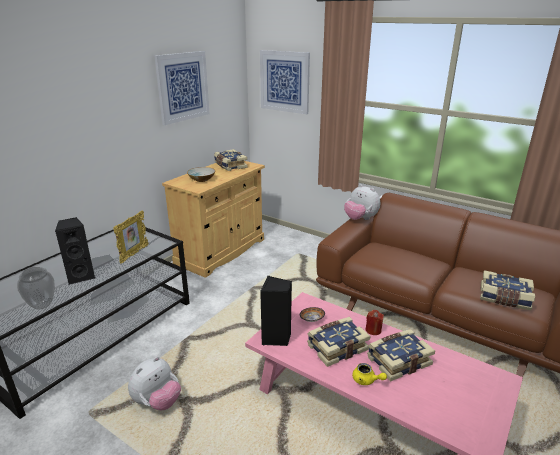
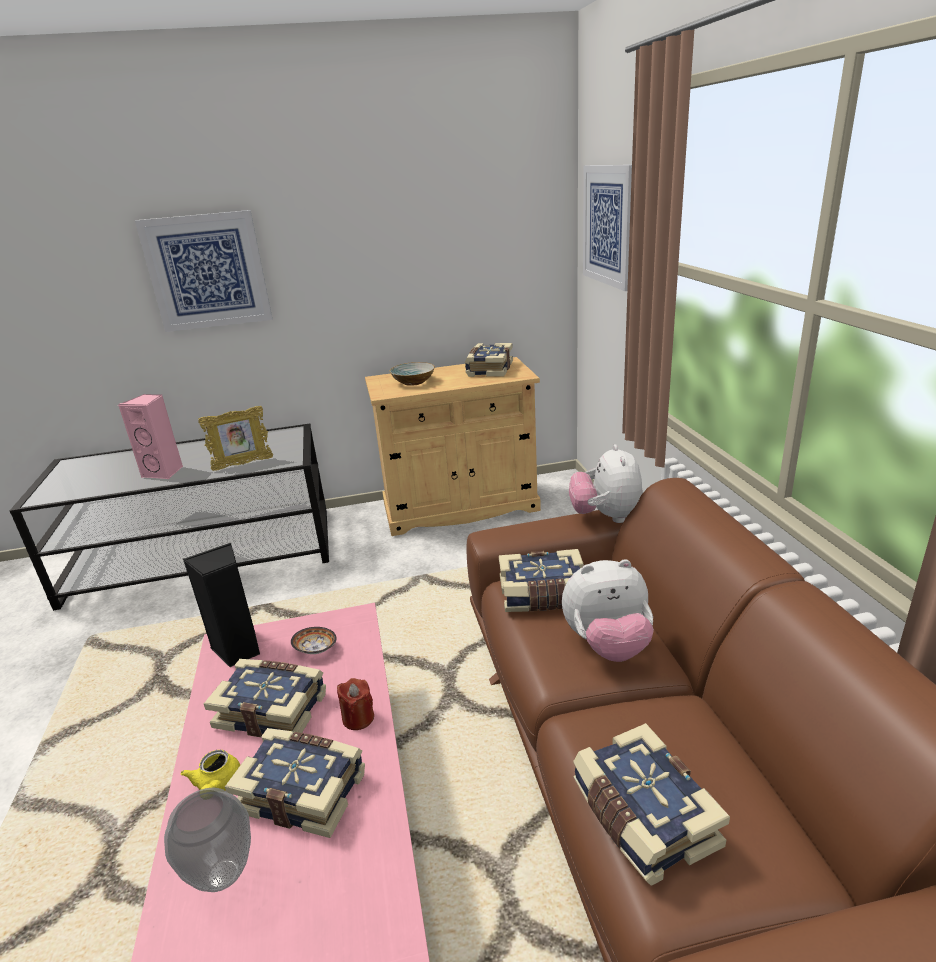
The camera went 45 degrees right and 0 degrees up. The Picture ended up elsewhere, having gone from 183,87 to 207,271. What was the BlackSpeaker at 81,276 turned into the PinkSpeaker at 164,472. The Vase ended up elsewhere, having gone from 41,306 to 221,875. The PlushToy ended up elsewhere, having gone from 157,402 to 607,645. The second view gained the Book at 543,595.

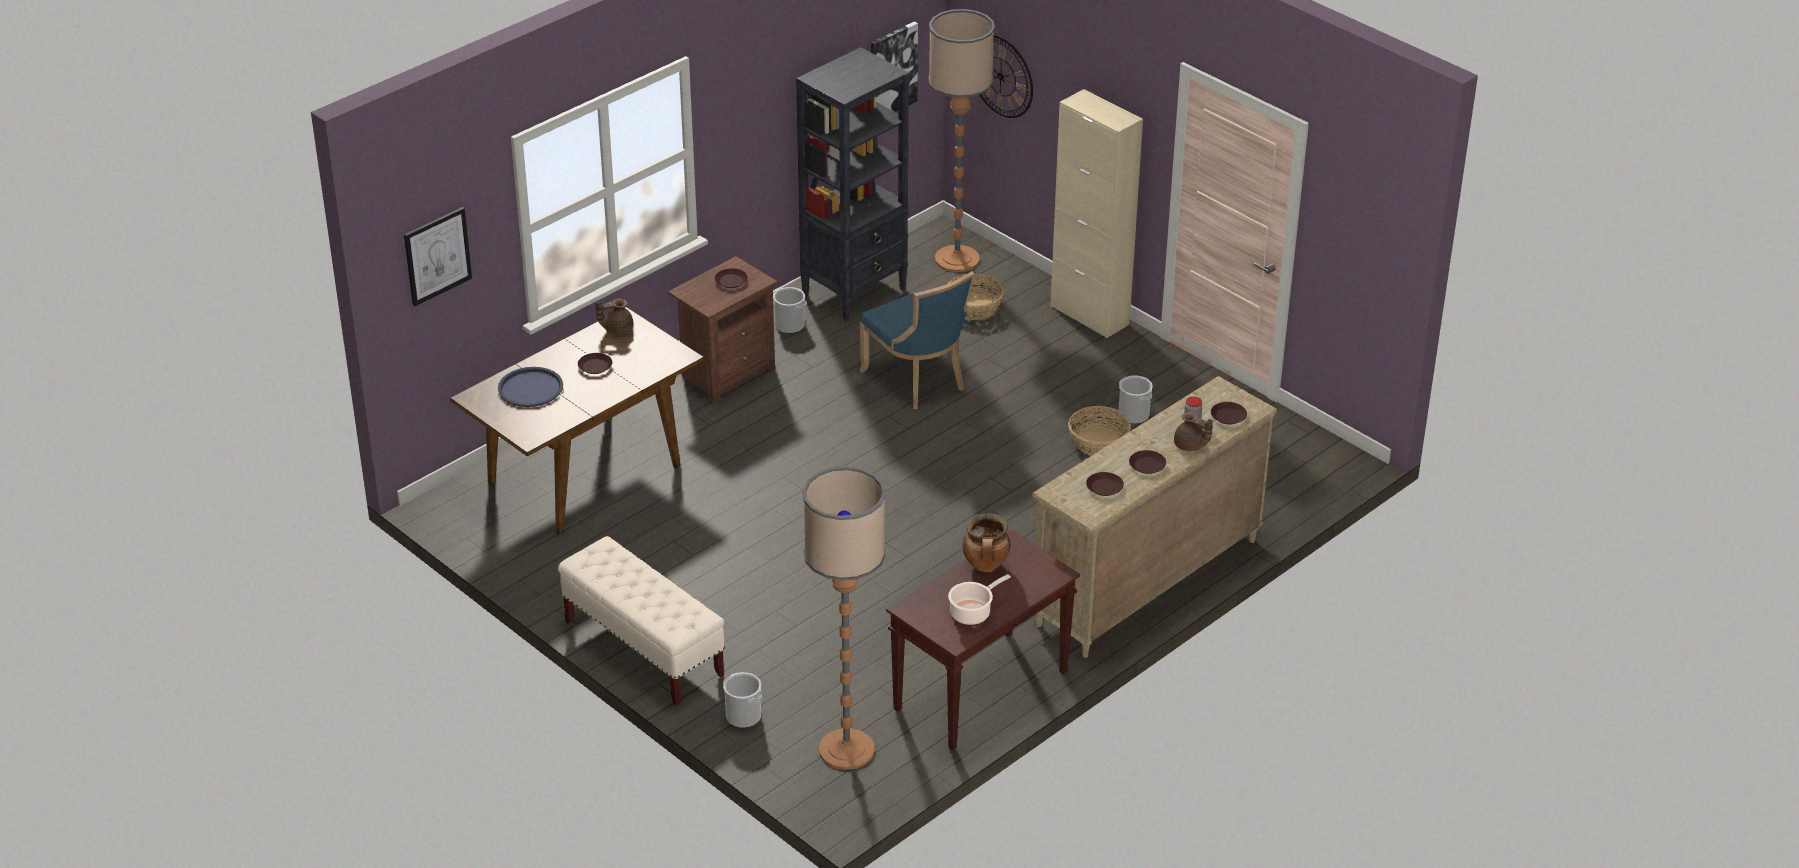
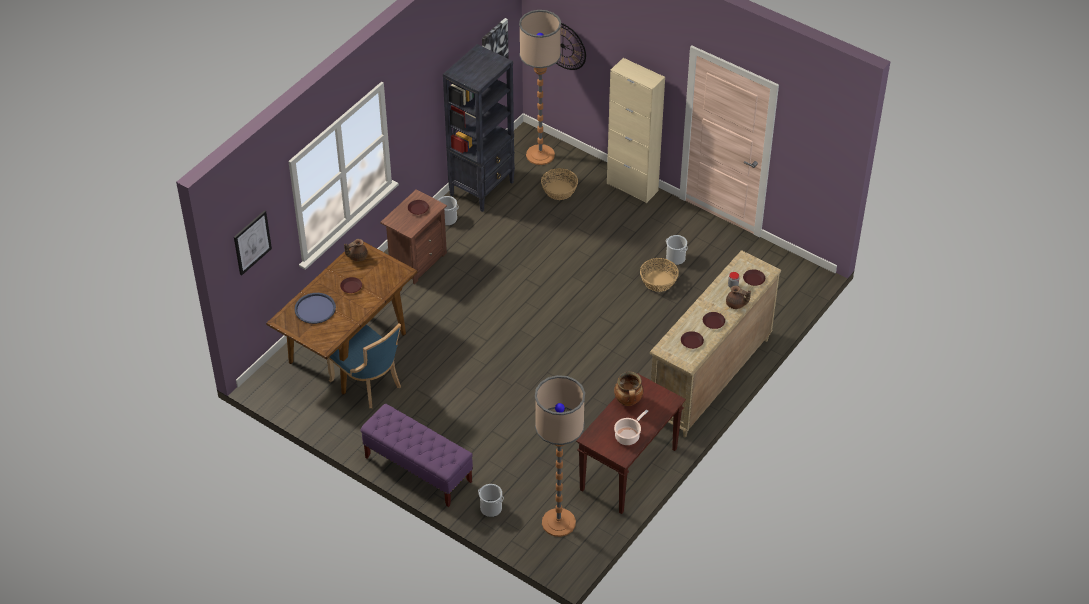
The camera went 10 degrees left and 10 degrees up. The BlueChair ended up elsewhere, having gone from 917,381 to 369,384. What was the BeigeBench at 643,649 turned into the PurpleBench at 418,469.

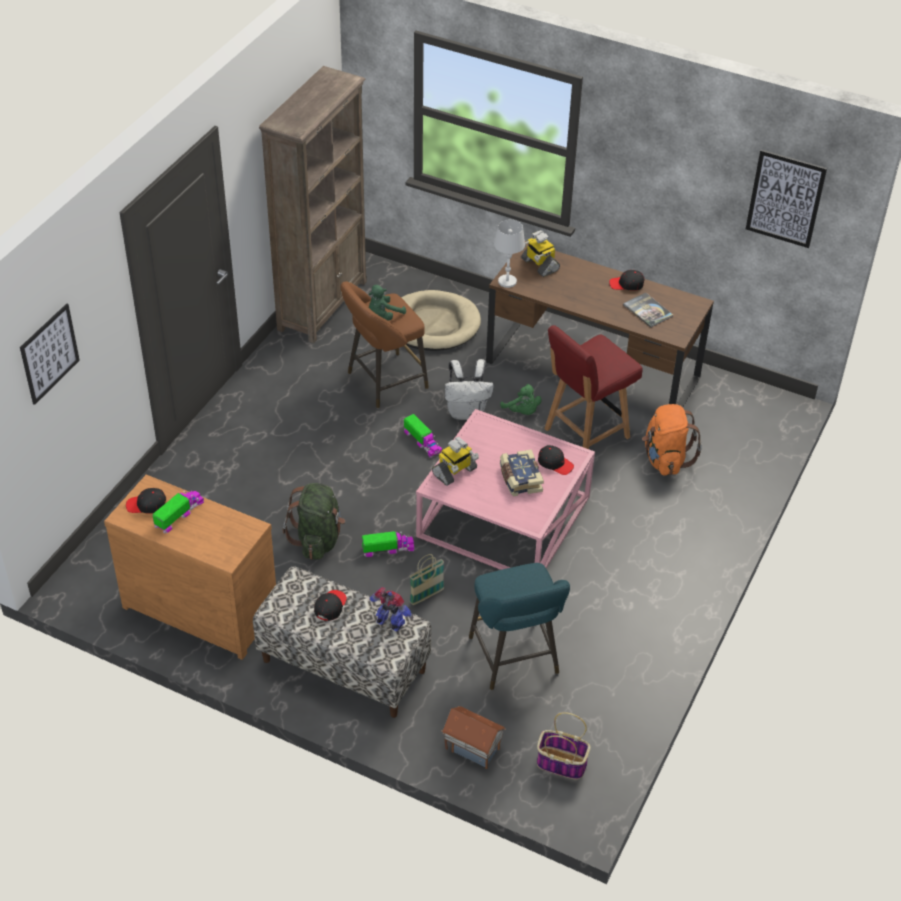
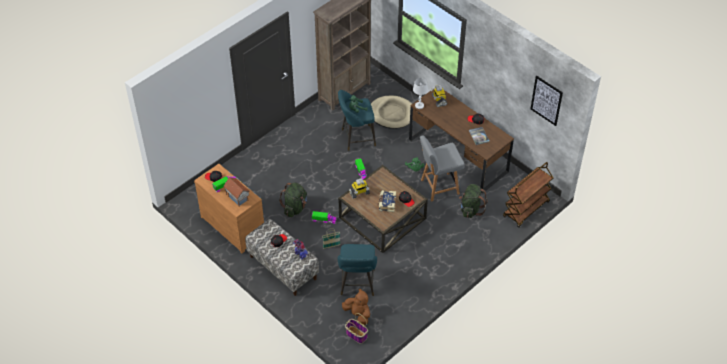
The camera went 20 degrees right and 5 degrees up. What was the BrownStool at 383,382 turned into the TurquoiseStool at 356,138. The second view lost the Picture at 49,353. What was the RedChair at 585,434 turned into the GreyChair at 439,187. The second view lost the WhiteBackpack at 467,412. What was the OrangeBackpack at 665,459 turned into the GreenBackpack at 471,209. What was the PinkCoffeeTable at 503,516 turned into the BrownCoffeeTable at 382,217. The ToyHouse ended up elsewhere, having gone from 473,747 to 238,197. The second view gained the BrownCart at 526,210. The second view gained the BrownPlushToy at 358,314.

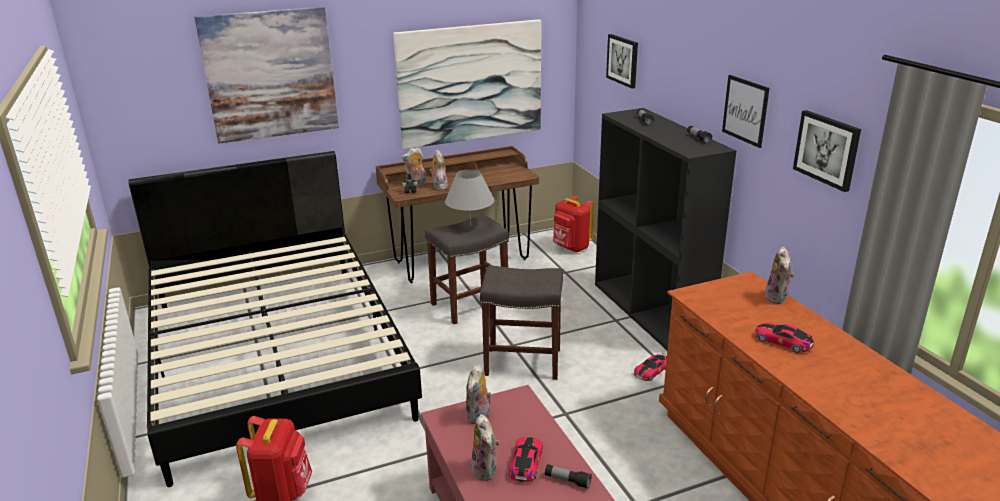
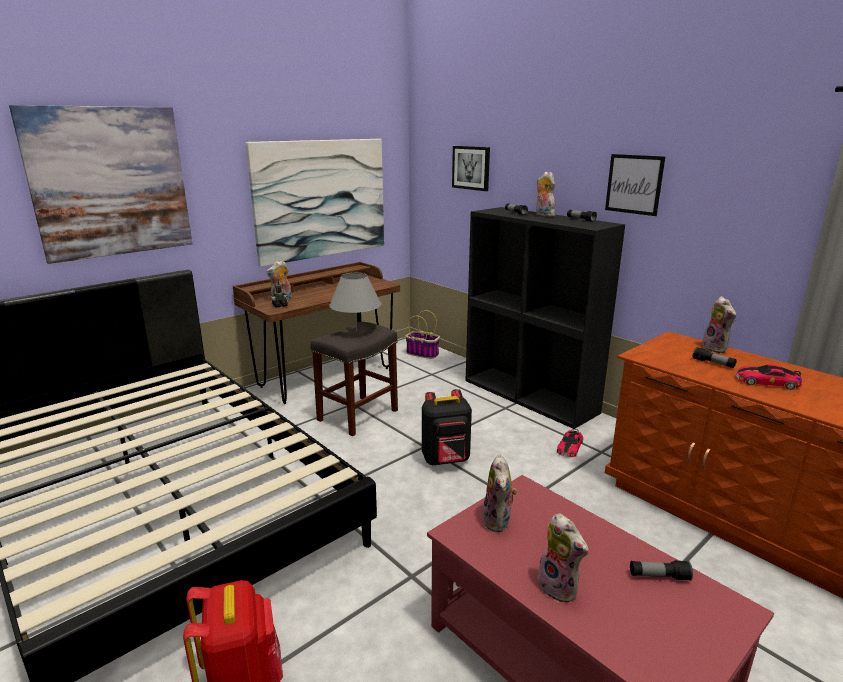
The camera went 20 degrees left and 5 degrees down. The second view lost the Picture at 827,149. The PlushToy ended up elsewhere, having gone from 439,186 to 543,215. Where the RedBackpack stood at 571,248, the Basket came to stand at 423,353. Where the GreyStool stood at 524,361, the BlackBackpack came to stand at 446,460. The second view lost the ToyCar at 526,463. The second view gained the Flashlight at 713,363.

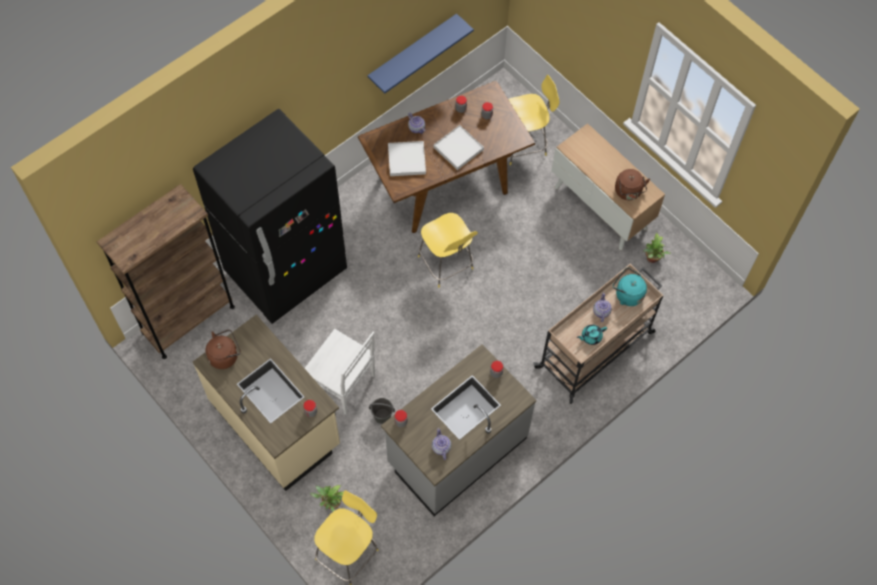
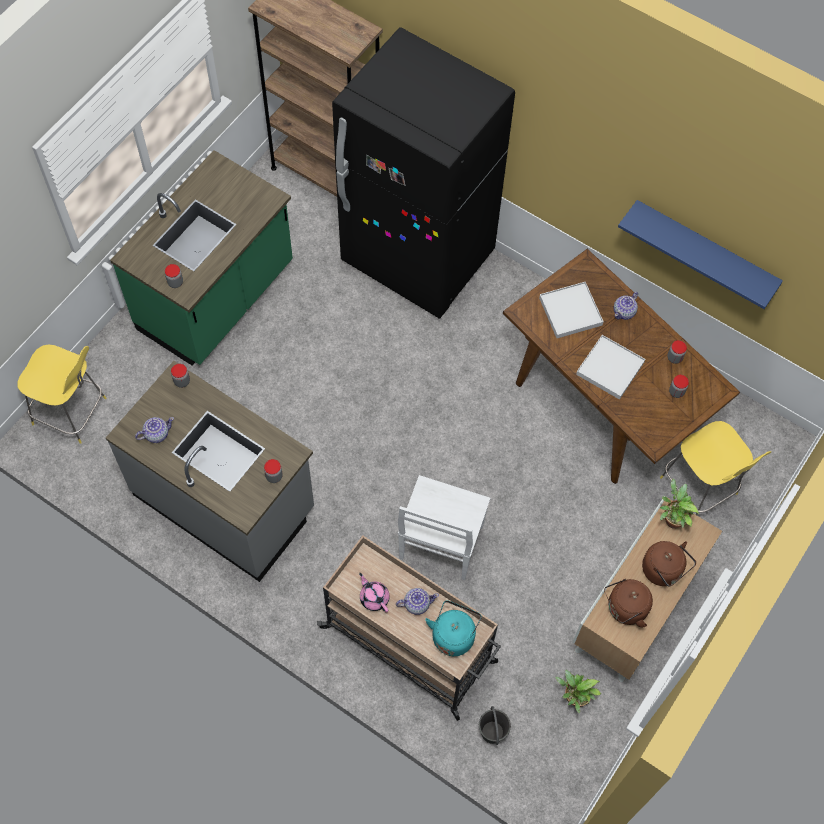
The camera went 75 degrees right and 0 degrees up. The second view lost the YellowStool at 446,264. What was the BeigeCounter at 276,423 turned into the GreenCounter at 217,298. What was the TurquoiseTeapot at 591,337 turned into the PinkTeapot at 374,597. The WhiteChair ended up elsewhere, having gone from 343,384 to 440,544. The BrownKettle ended up elsewhere, having gone from 225,355 to 664,571. The GreyBucket ended up elsewhere, having gone from 382,416 to 492,731. The PottedPlant ended up elsewhere, having gone from 330,504 to 672,518.

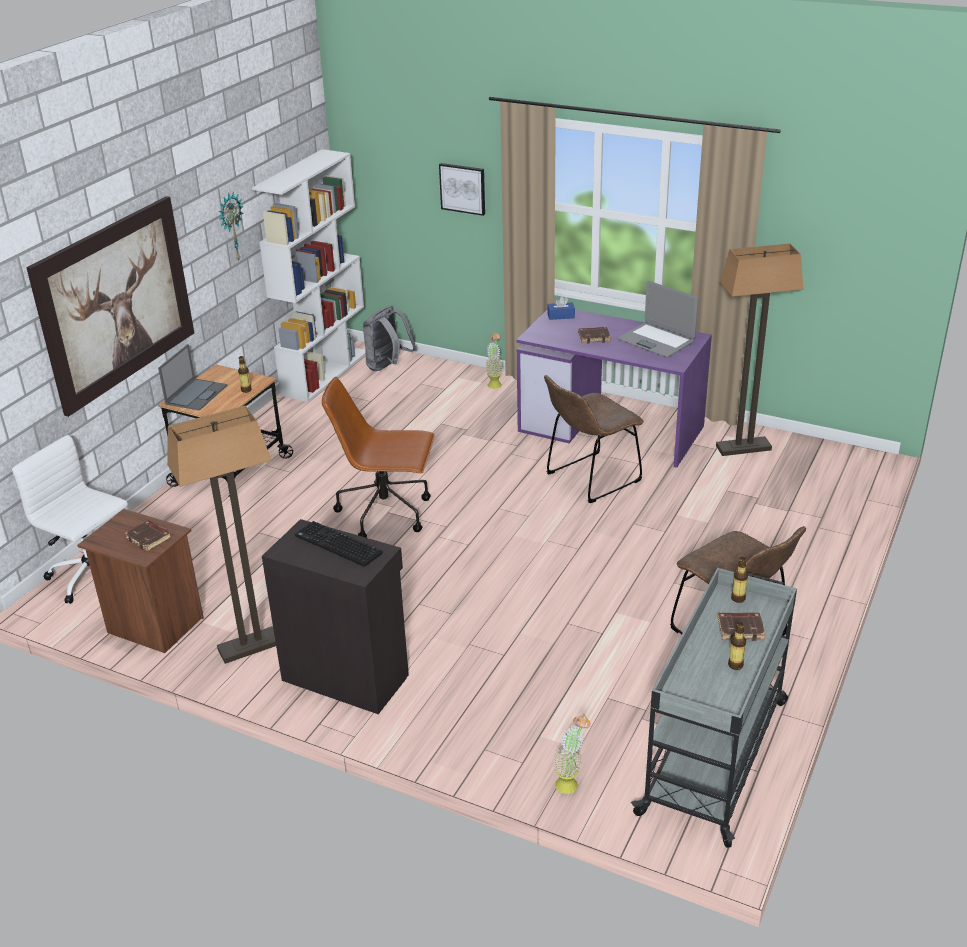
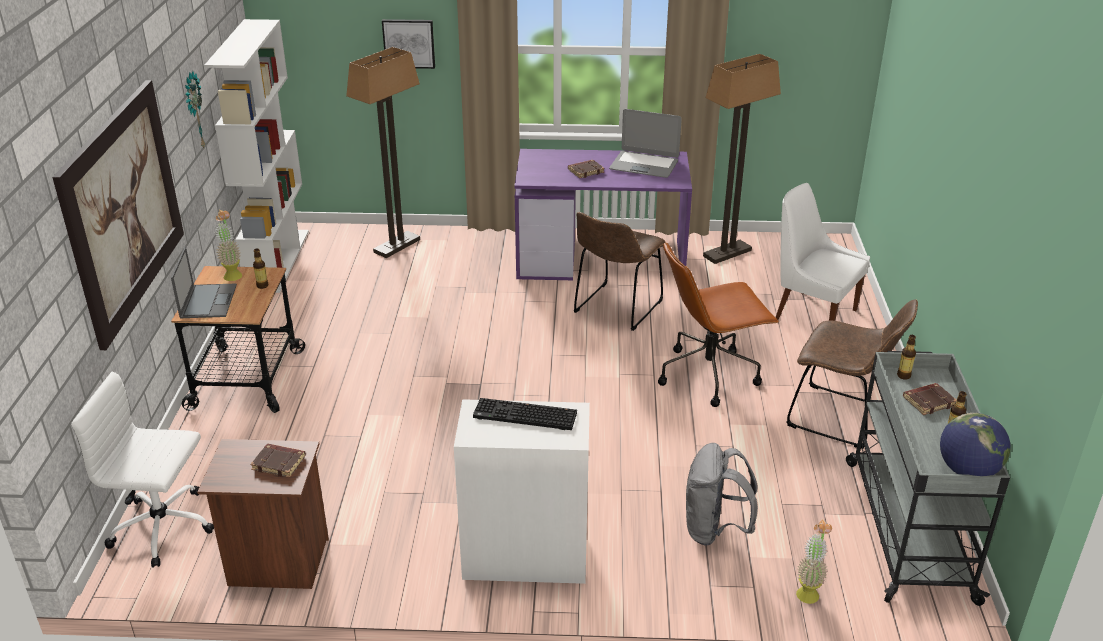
The camera went 25 degrees left and 0 degrees up. The second view lost the BlueTissueBox at 561,316. The GreyBackpack ended up elsewhere, having gone from 388,366 to 714,530. The PottedPlant ended up elsewhere, having gone from 494,383 to 232,274. The BrownOfficeChair ended up elsewhere, having gone from 386,513 to 709,374. The FloorLamp ended up elsewhere, having gone from 252,645 to 397,246. What was the BlackCabinet at 345,676 turned into the WhiteCabinet at 524,555. The second view gained the WhiteChair at 812,314. The second view gained the Globe at 967,471.

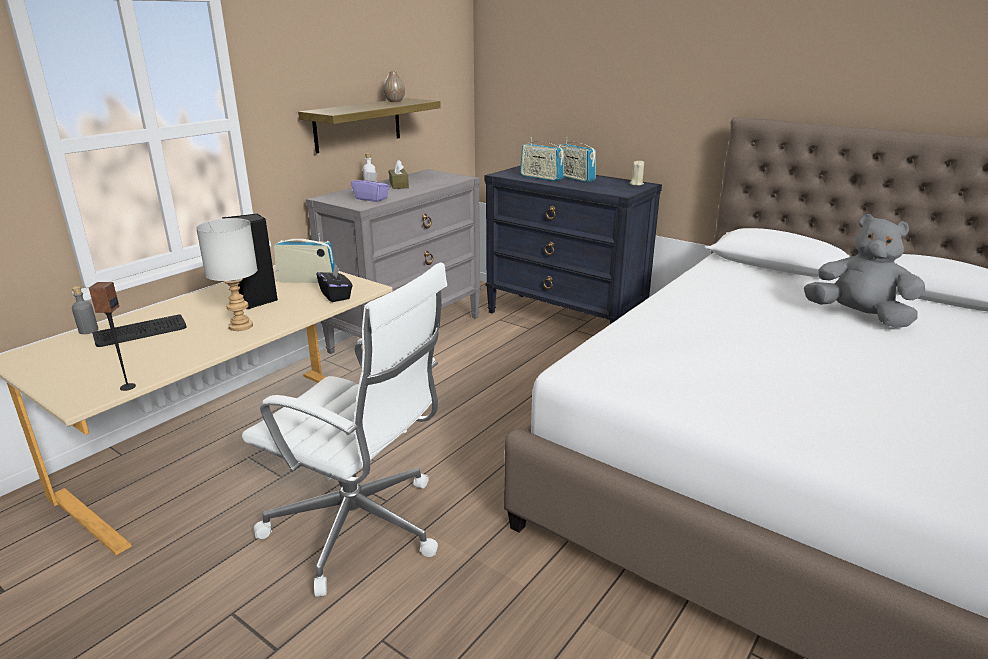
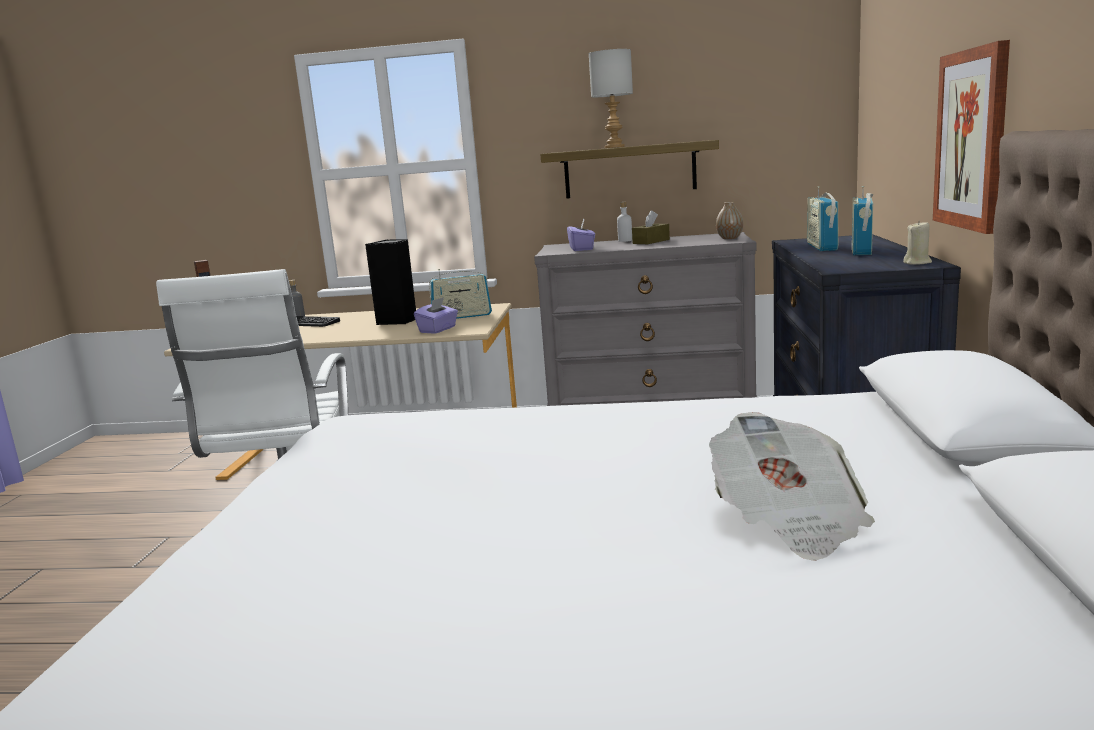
The camera went 60 degrees right and 10 degrees down. The Vase ended up elsewhere, having gone from 394,101 to 729,238. Where the GreyPlushToy stood at 858,317, the Newspaper came to stand at 789,521. The GreyTableLamp ended up elsewhere, having gone from 240,326 to 615,147. The Radio at 307,280 ended up facing another way, 105 degrees clockwise from before. What was the BlackTissueBox at 336,296 turned into the PurpleTissueBox at 438,330. The second view gained the Picture at 972,139.

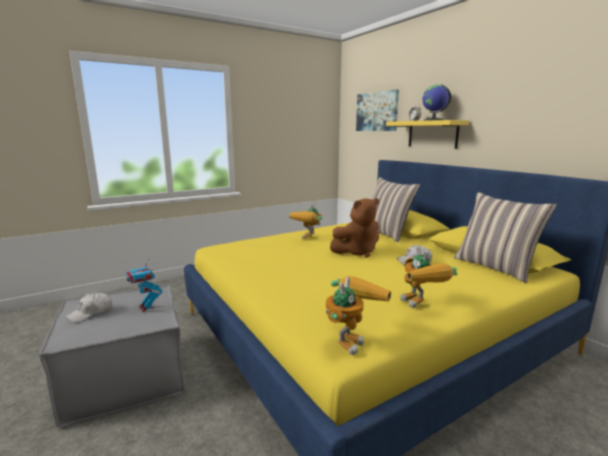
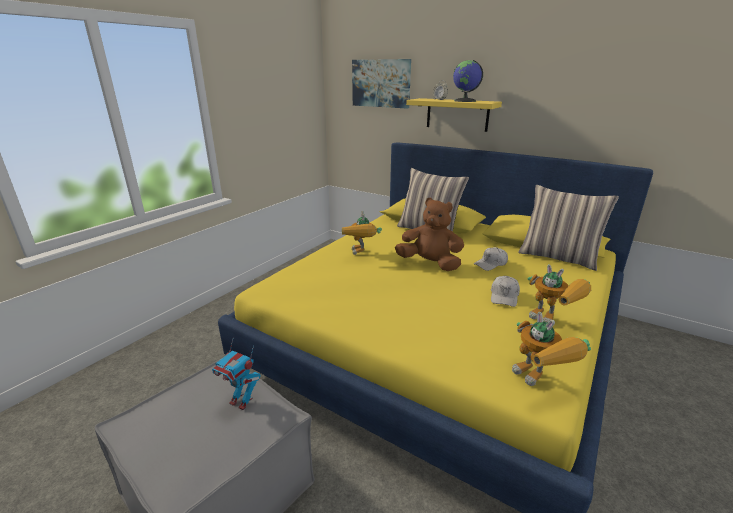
The camera went 25 degrees left and 10 degrees up. The BrownPlushToy at 357,252 ended up facing another way, 105 degrees counterclockwise from before. The ToyRobot at 350,338 ended up facing another way, 150 degrees clockwise from before. The WhiteCap ended up elsewhere, having gone from 91,313 to 504,296.

